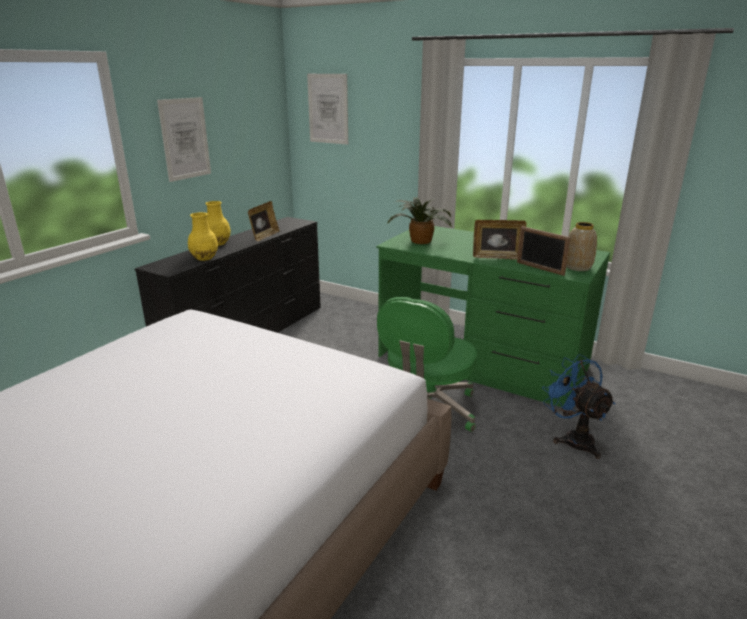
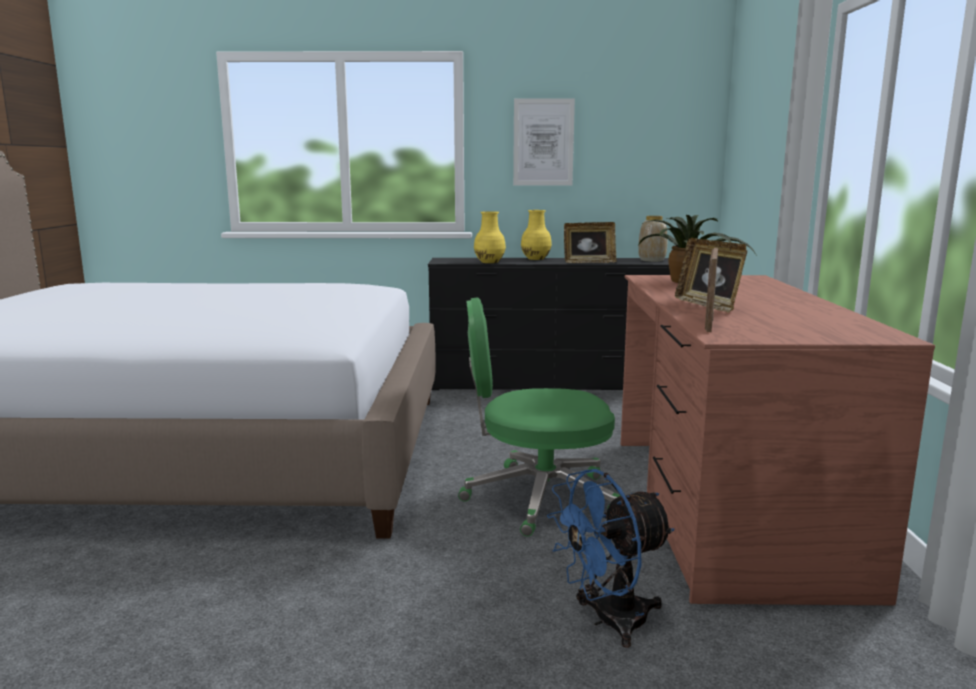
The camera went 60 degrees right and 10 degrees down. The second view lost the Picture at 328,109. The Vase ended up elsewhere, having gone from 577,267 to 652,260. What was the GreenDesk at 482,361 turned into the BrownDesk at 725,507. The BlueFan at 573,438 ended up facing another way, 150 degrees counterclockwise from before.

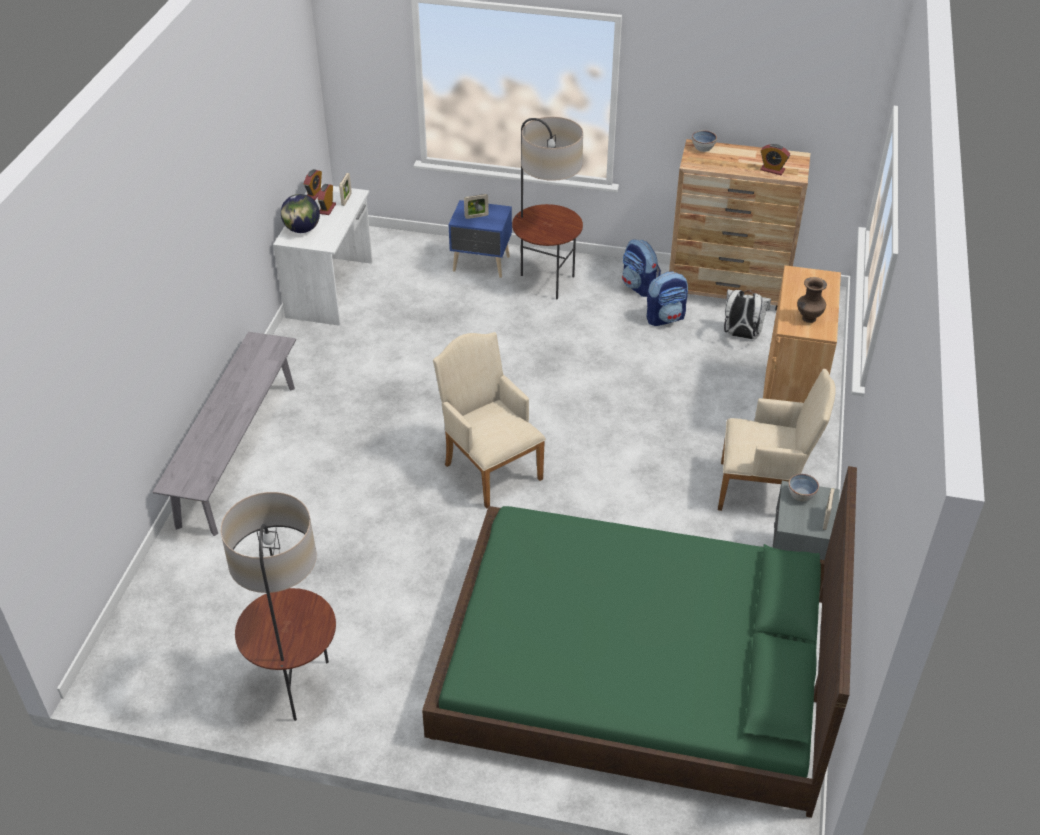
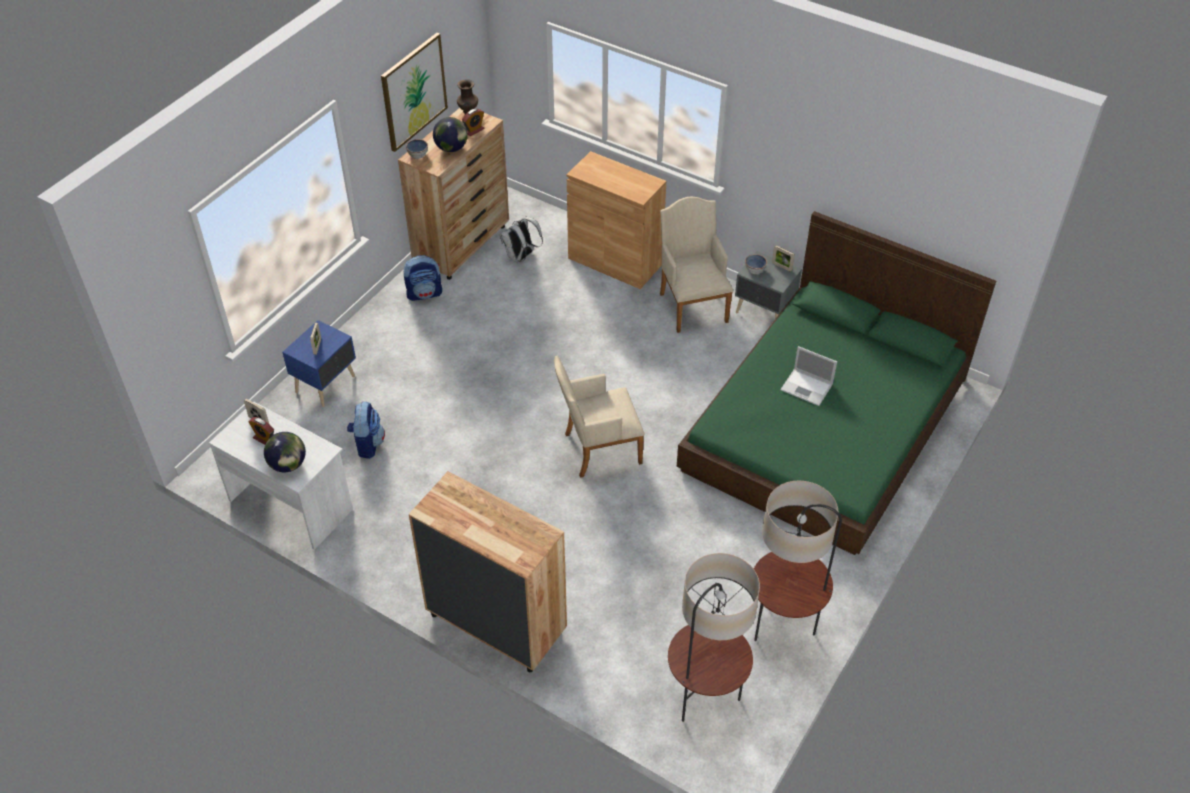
The camera went 70 degrees left and 5 degrees up. The FloorLamp ended up elsewhere, having gone from 546,282 to 704,700. The second view lost the AlarmClock at 314,194. The Backpack ended up elsewhere, having gone from 665,318 to 367,444. The BrownVase ended up elsewhere, having gone from 808,318 to 468,112. Where the GreyBench stood at 238,453, the BrownDresser came to stand at 495,622. The BeigeArmchair at 764,490 ended up facing another way, 45 degrees counterclockwise from before. The second view gained the Picture at 414,91. The second view gained the Globe at 451,148. The second view gained the Laptop at 807,387.

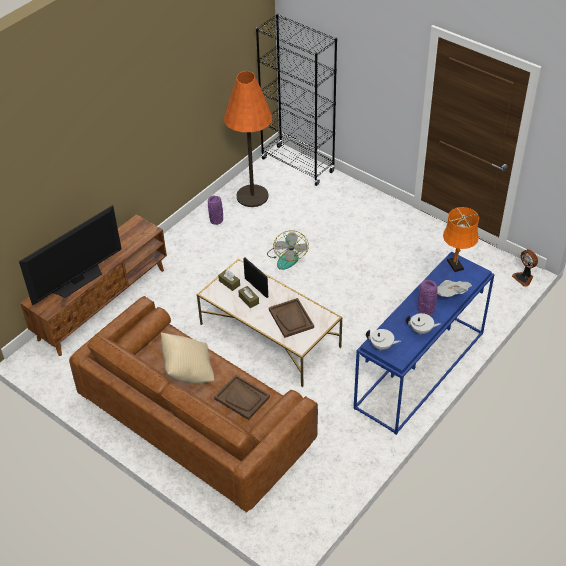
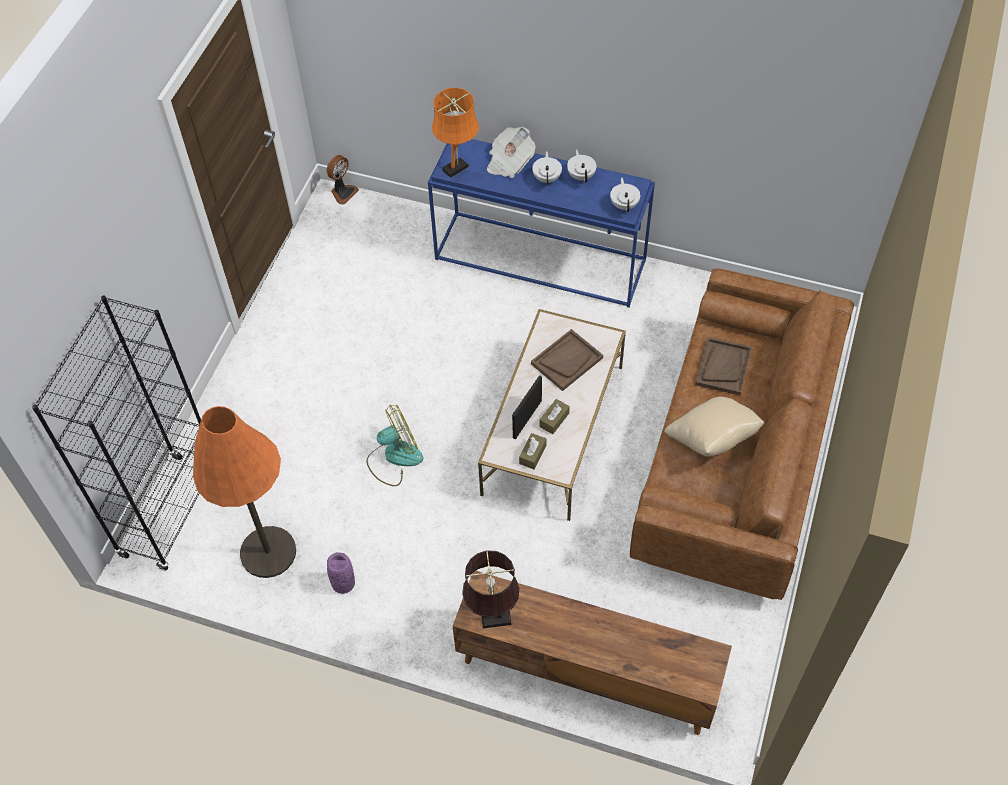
The camera went 110 degrees left and 10 degrees up. The second view lost the Television at 78,280. Where the PurpleVase stood at 426,310, the WhiteTeapot came to stand at 547,178. The second view gained the BrownTableLamp at 492,619.

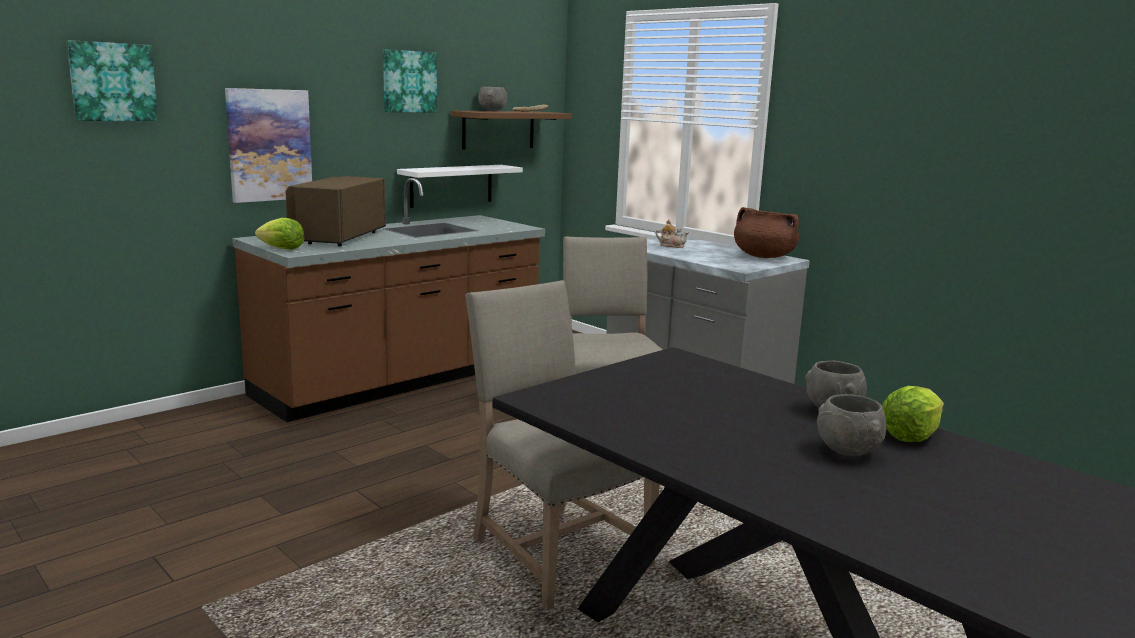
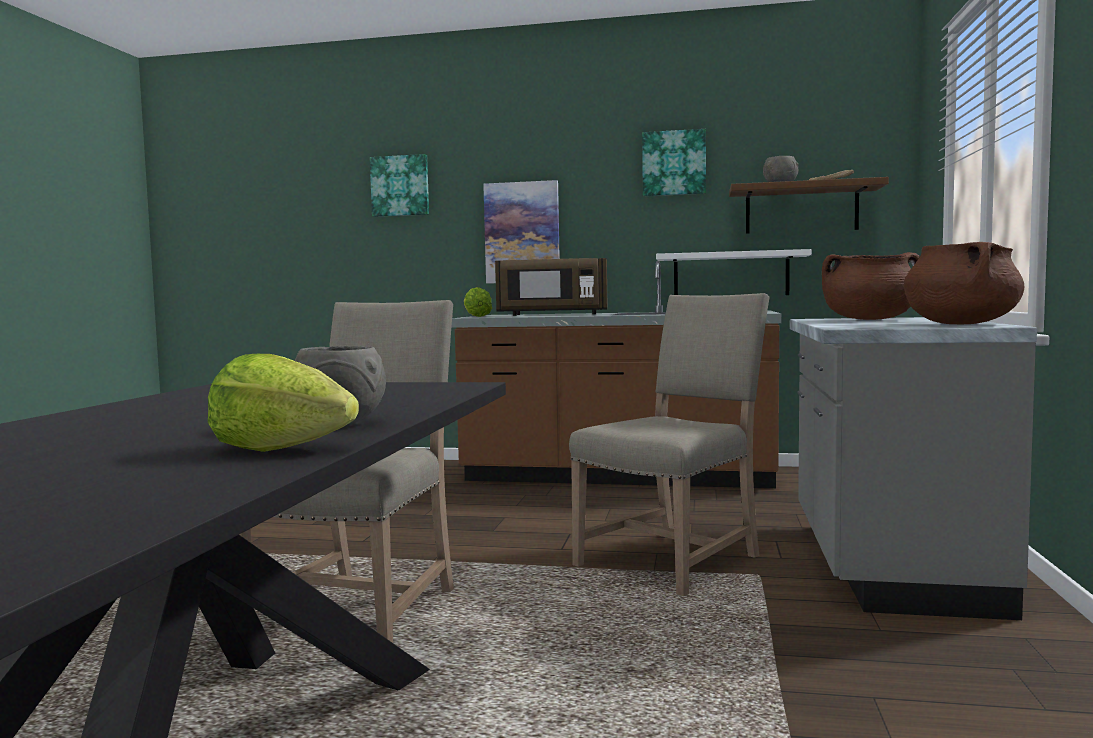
The camera went 55 degrees right and 10 degrees down. The BrownMicrowave at 338,237 ended up facing another way, 150 degrees counterclockwise from before. Where the Teapot stood at 671,245, the BrownCookingPot came to stand at 869,319. The second view lost the GreyBowl at 848,453.

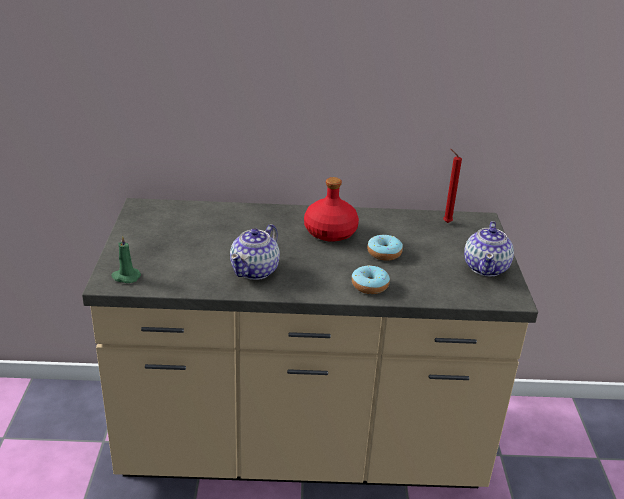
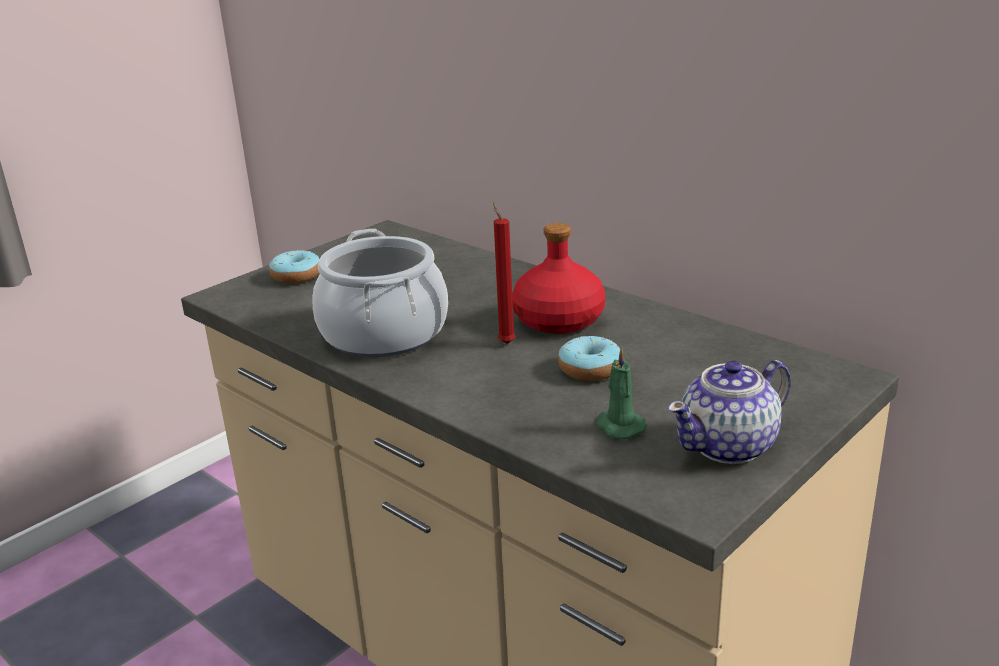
The camera went 45 degrees right and 5 degrees down. The RedCandle ended up elsewhere, having gone from 445,222 to 505,342. Where the Teapot stood at 255,270, the CookingPot came to stand at 384,333. The GreenCandle ended up elsewhere, having gone from 125,277 to 618,426. The Donut ended up elsewhere, having gone from 369,286 to 296,276.

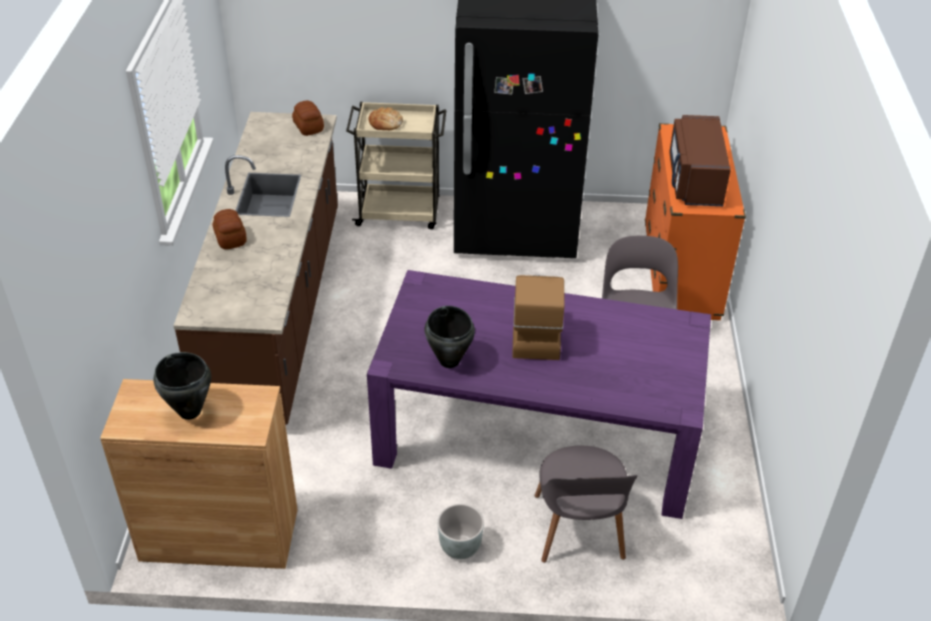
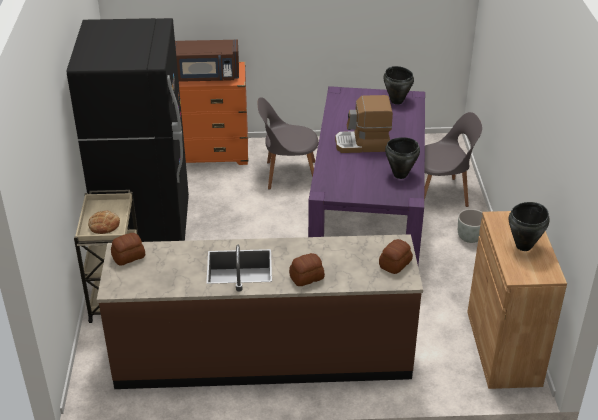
The camera went 95 degrees left and 5 degrees down. The second view gained the BlackCookingPot at 397,101. The second view gained the Bread at 394,264.

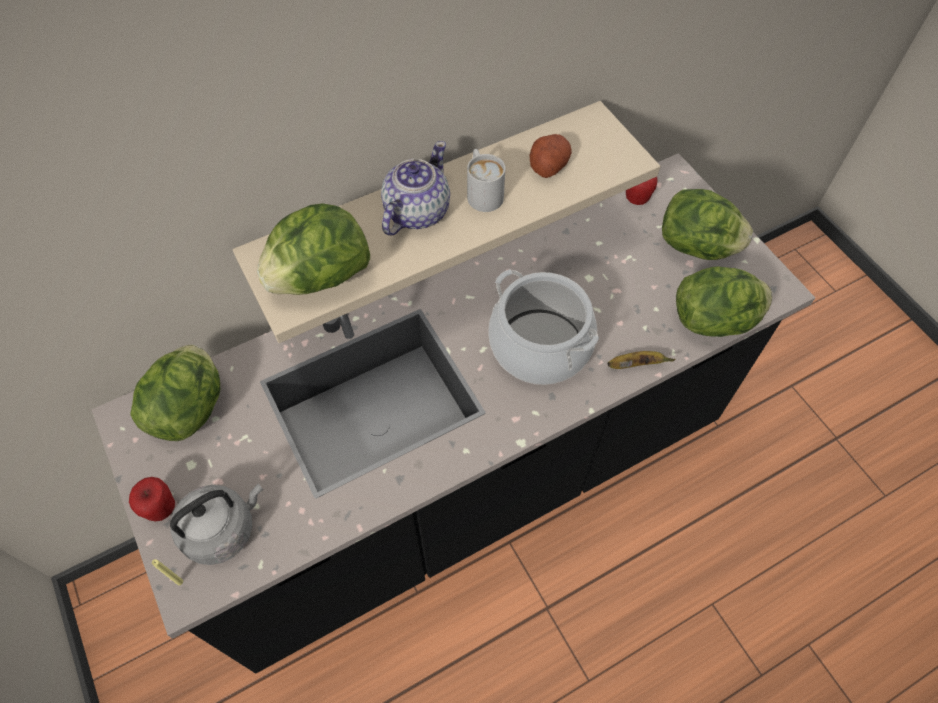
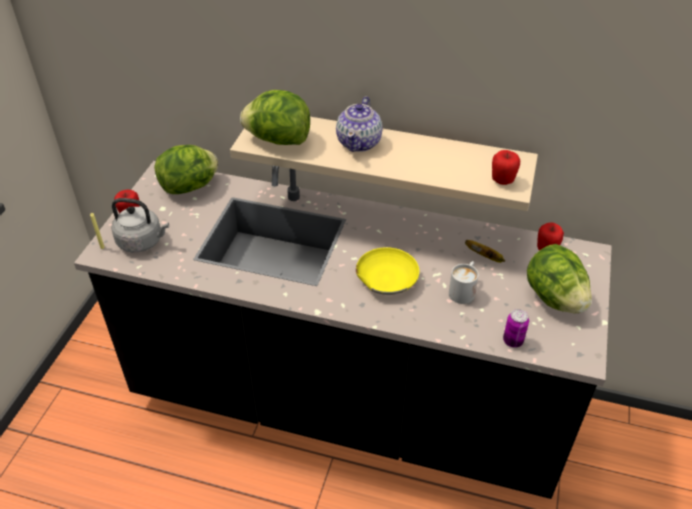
The camera went 45 degrees right and 15 degrees down. The second view lost the Potato at 548,164. The Teapot at 416,212 ended up facing another way, 120 degrees clockwise from before. The WhiteMug ended up elsewhere, having gone from 482,192 to 463,290. Where the Lettuce stood at 715,320, the Can came to stand at 512,341. Where the CookingPot stood at 540,346, the YellowBowl came to stand at 386,278. The Banana ended up elsewhere, having gone from 636,365 to 485,257. The second view gained the Apple at 502,181.

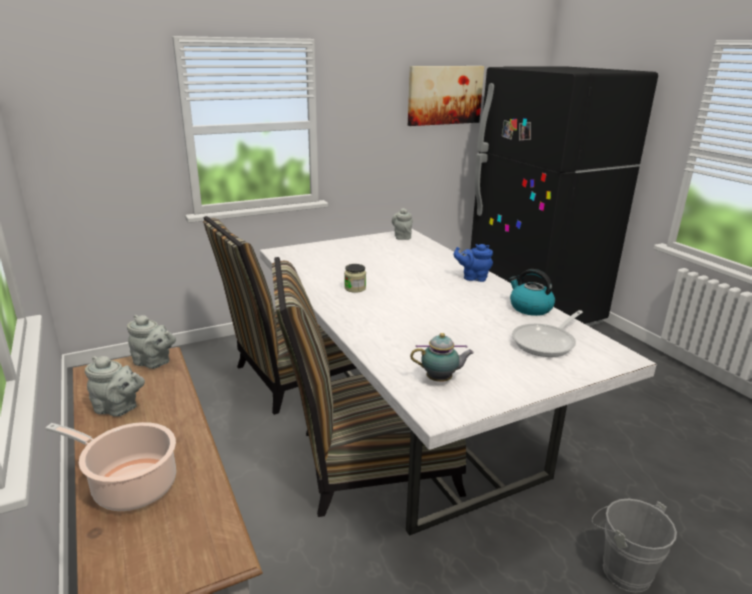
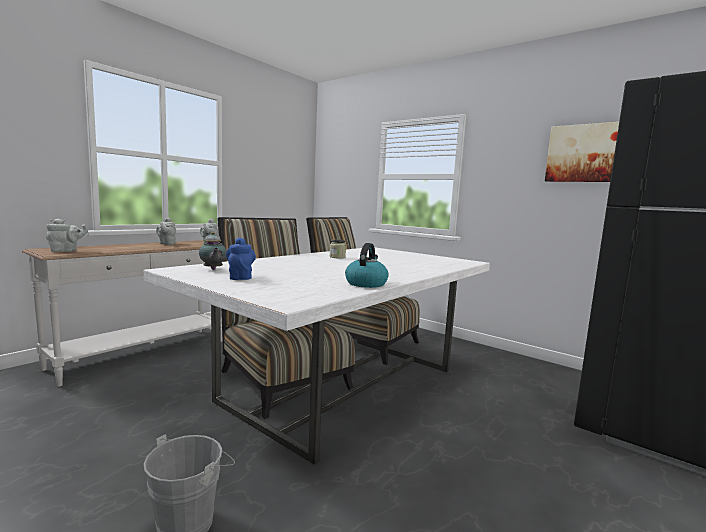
The camera went 65 degrees right and 15 degrees down. The GreyTeapot ended up elsewhere, having gone from 402,236 to 66,251. The BlueTeapot ended up elsewhere, having gone from 473,278 to 240,277. The second view lost the FryingPan at 546,342. The second view lost the CookingPot at 130,485.

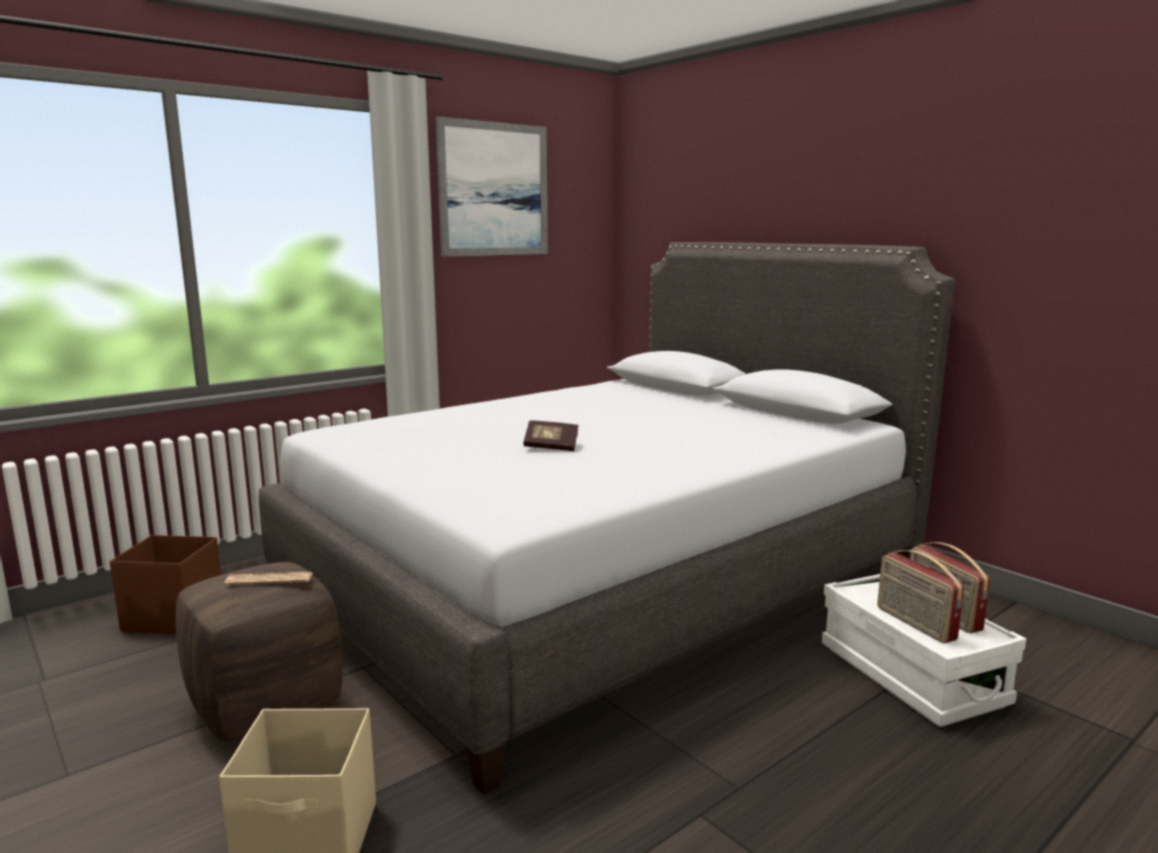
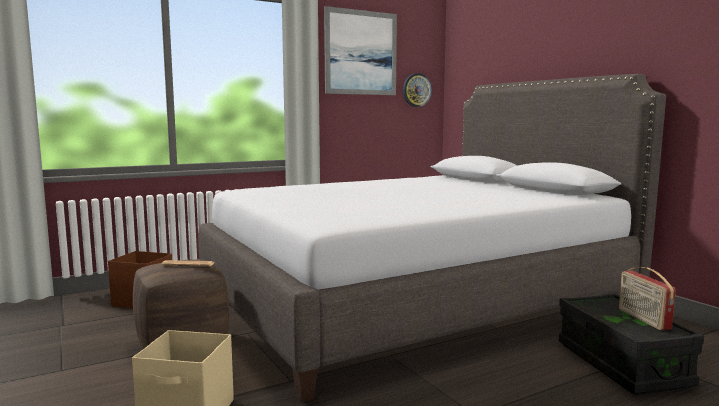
The camera went 10 degrees right and 5 degrees down. The second view lost the Book at 551,447. The second view lost the Radio at 914,624. What was the WhiteStorageBox at 911,675 turned into the BlackStorageBox at 621,364. The second view gained the WallClock at 416,90.

